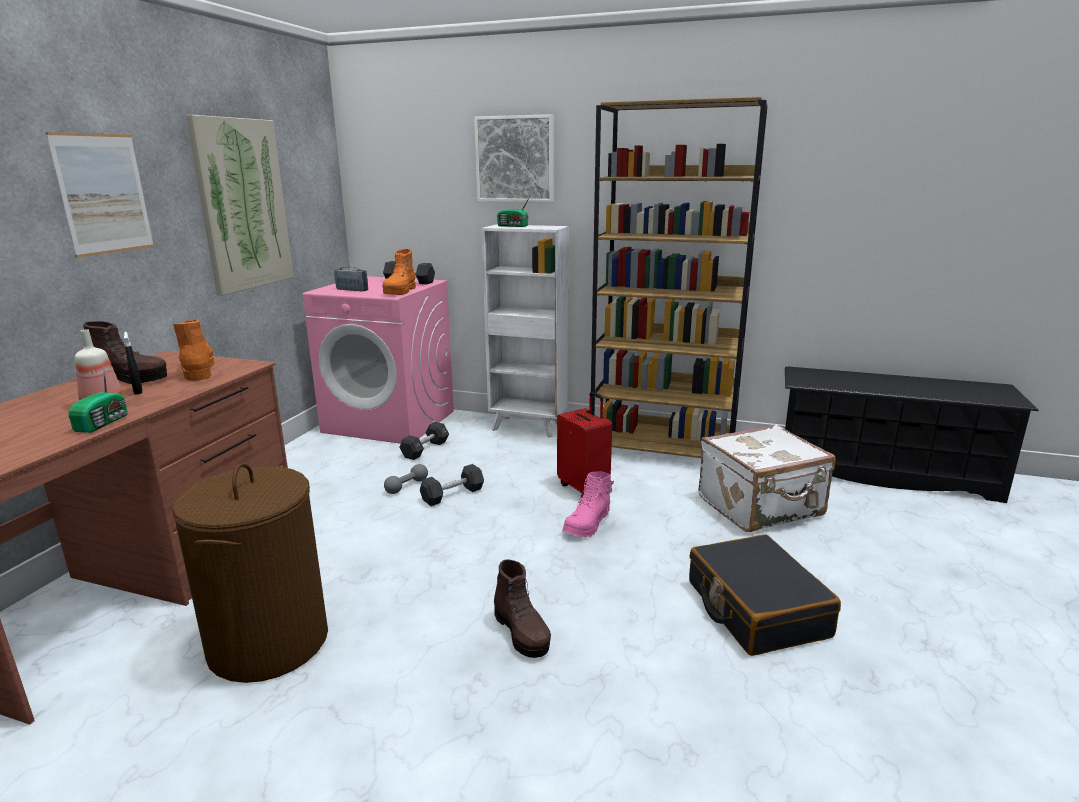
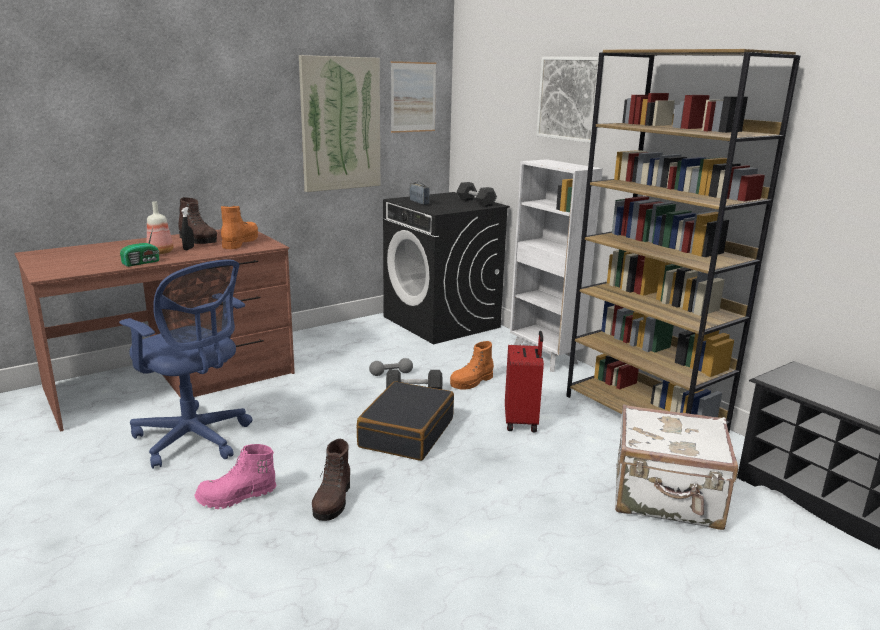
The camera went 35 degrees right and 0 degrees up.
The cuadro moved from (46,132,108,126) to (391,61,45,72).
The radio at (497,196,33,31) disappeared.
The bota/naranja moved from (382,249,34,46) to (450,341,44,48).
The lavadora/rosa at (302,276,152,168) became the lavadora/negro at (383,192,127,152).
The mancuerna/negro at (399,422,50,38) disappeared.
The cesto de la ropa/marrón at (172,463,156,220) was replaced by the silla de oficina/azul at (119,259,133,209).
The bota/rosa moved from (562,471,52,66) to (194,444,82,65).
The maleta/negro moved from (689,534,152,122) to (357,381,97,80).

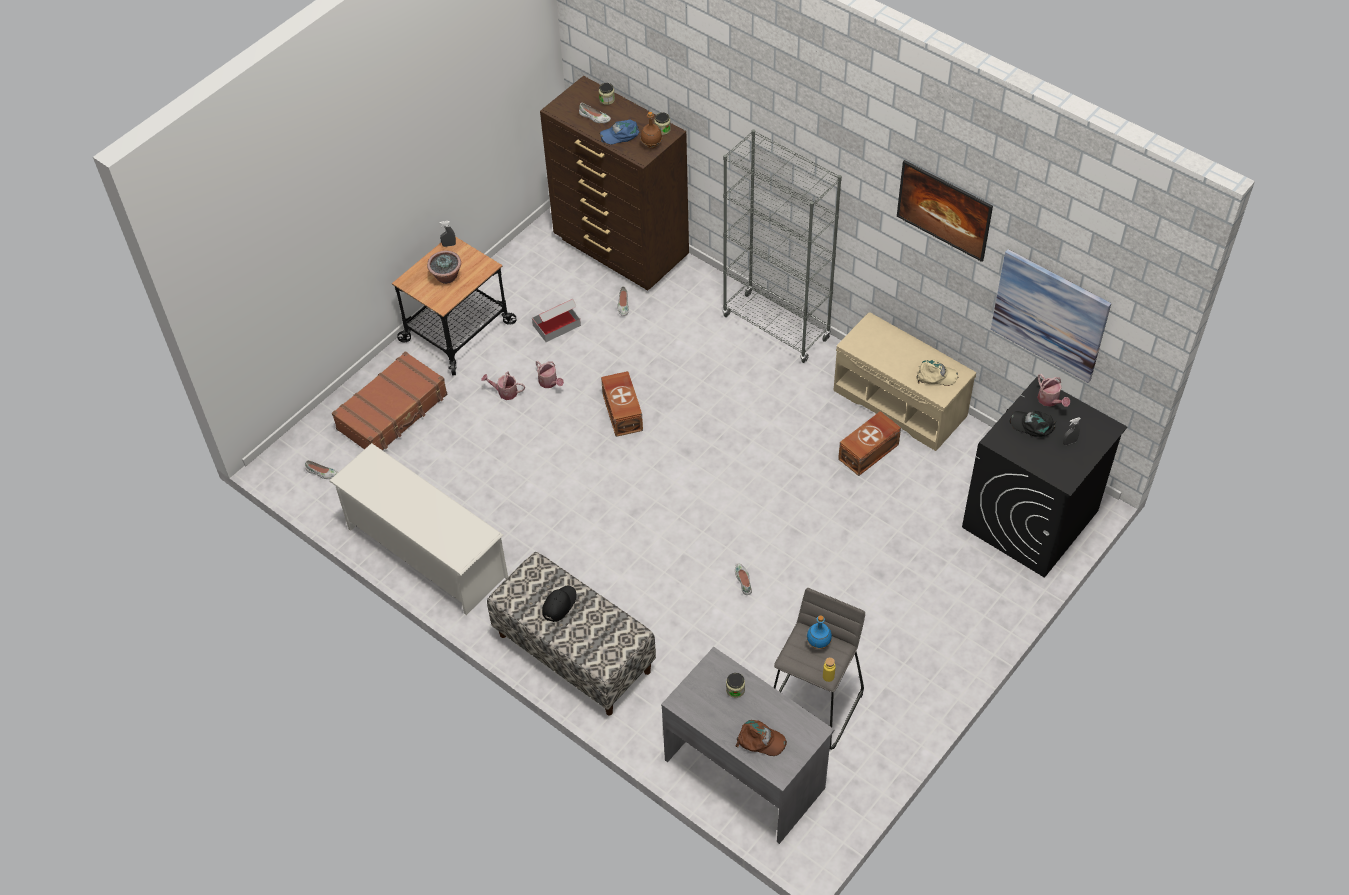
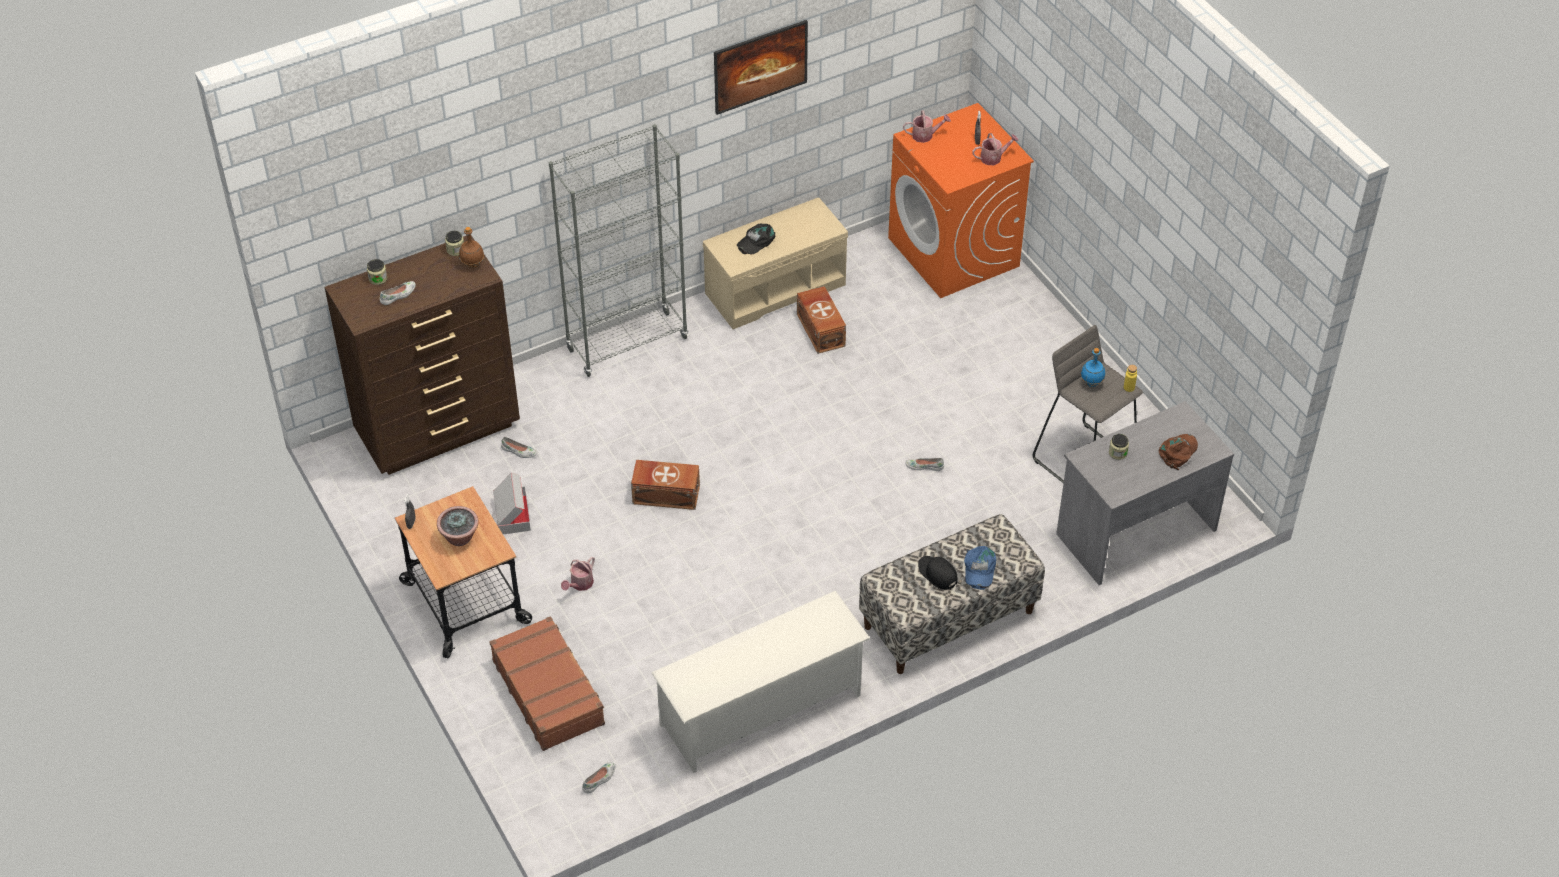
The camera went 70 degrees left and 5 degrees down.
The gorra/azul moved from (600,119,39,26) to (964,546,32,44).
The cuadro at (991,249,120,134) disappeared.
The gorra/beis at (916,360,42,26) disappeared.
The regadera moved from (536,361,28,27) to (972,133,46,32).
The lavadora/negro at (962,377,165,201) became the lavadora/naranja at (888,103,146,195).
The gorra/negro moved from (1009,411,48,26) to (737,224,39,31).

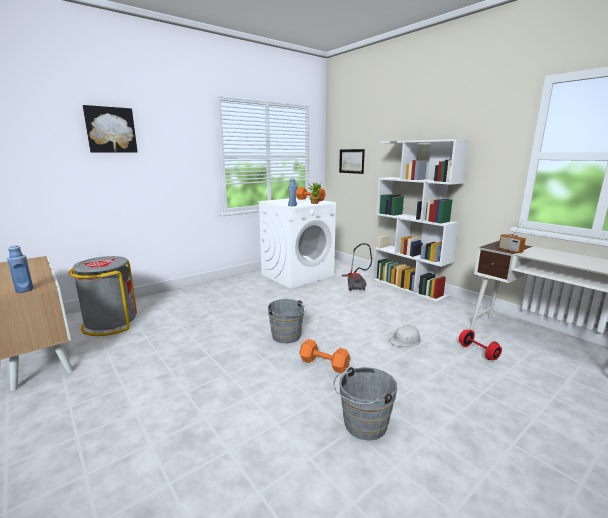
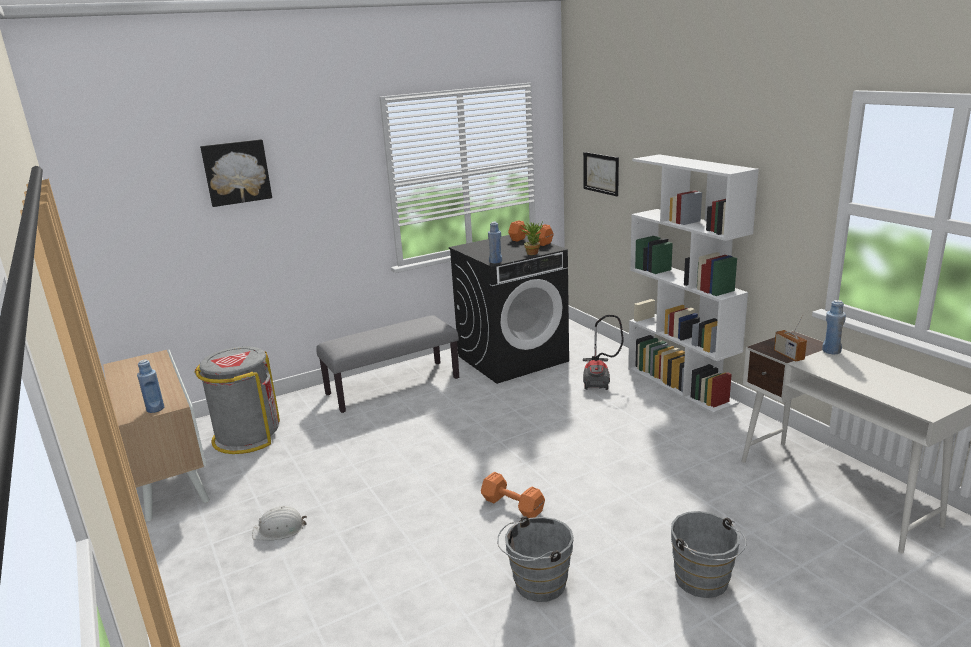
The camera went 10 degrees right and 5 degrees up.
The lavadora/blanco at (258,198,78,91) became the lavadora/negro at (449,235,120,149).
The cubo/gris moved from (268,299,39,45) to (671,511,76,87).
The casco/blanco moved from (388,325,33,22) to (252,506,55,35).
The mancuerna/rojo at (459,330,43,30) disappeared.
The botella/azul at (822,300,24,54) appeared.
The banco/gris at (316,315,143,98) appeared.

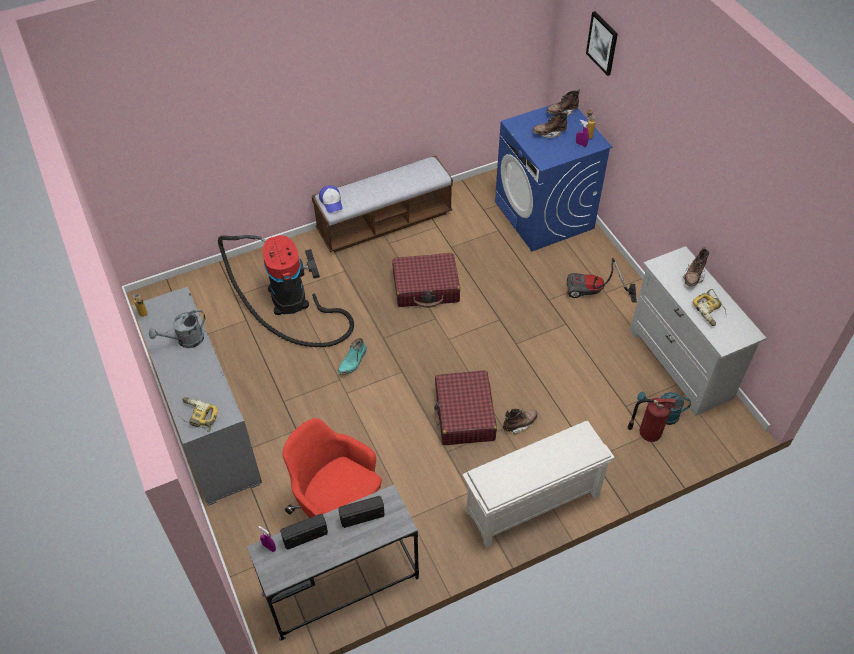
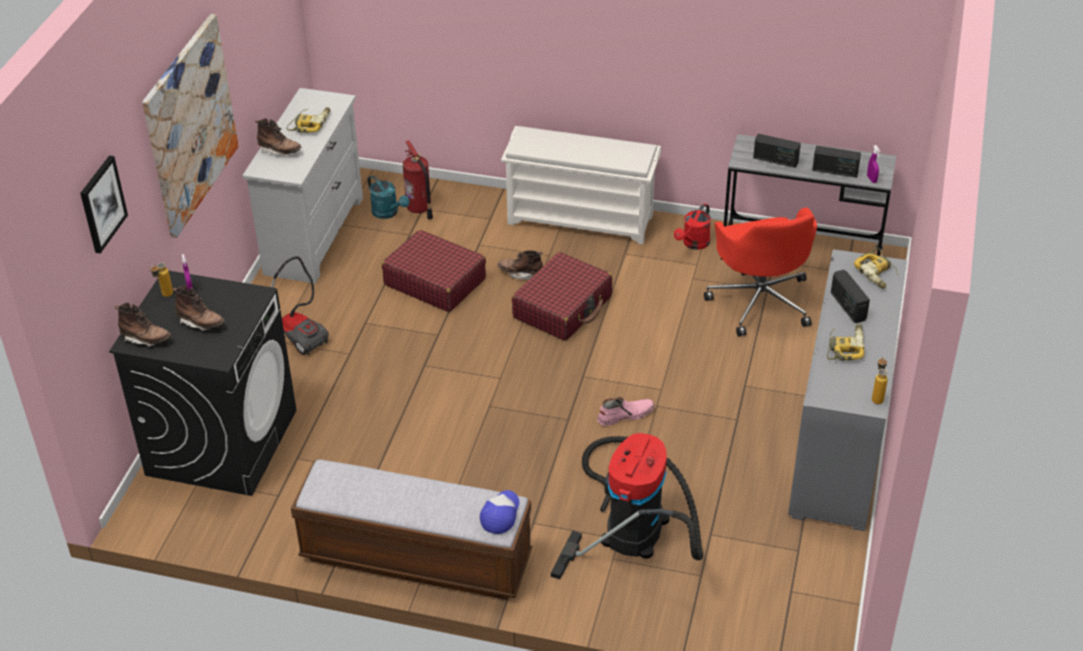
The camera went 140 degrees left and 10 degrees down.
The lavadora/azul at (495,105,117,146) became the lavadora/negro at (109,271,187,225).
The bota/marrón at (683,247,27,40) turned 45 degrees clockwise.
The maleta/rojo moved from (392,253,68,55) to (382,230,104,82).
The regadera/gris at (149,309,56,39) was replaced by the taladro at (827,324,38,36).
The bota/turquesa at (338,338,29,37) became the bota/rosa at (597,396,58,30).
The cuadro at (142,14,96,224) appeared.
The regadera/rojo at (674,204,37,46) appeared.
The radio at (831,270,39,53) appeared.

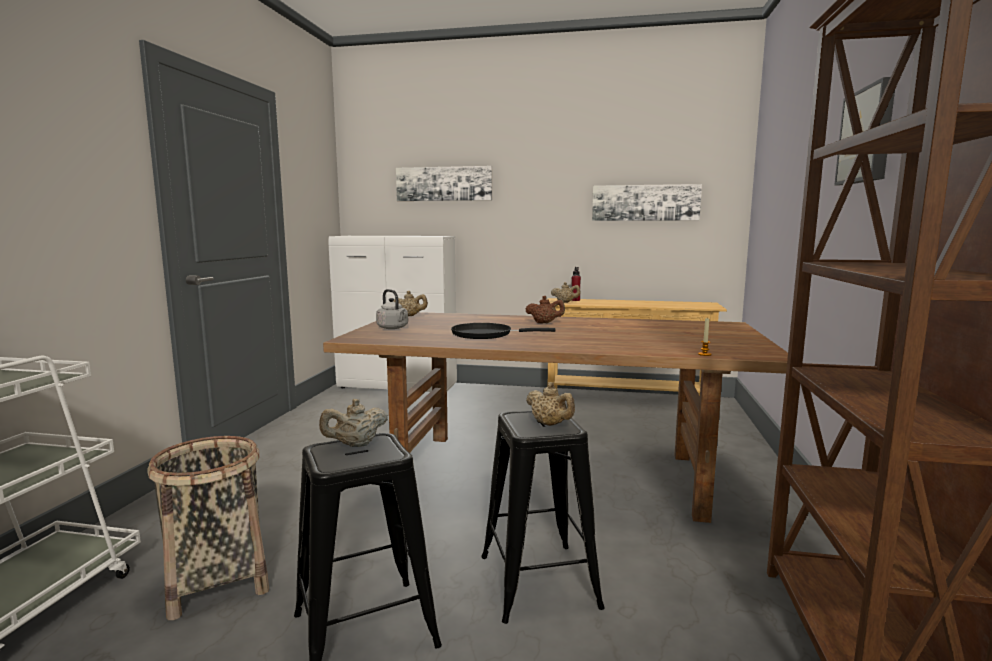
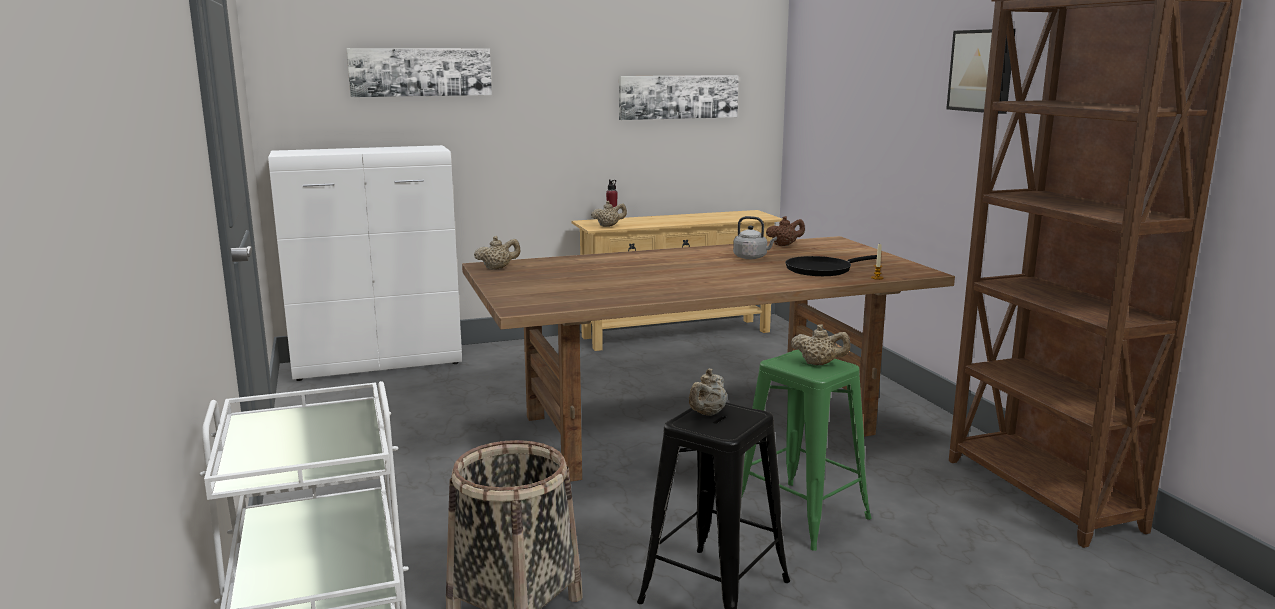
The camera went 30 degrees left and 5 degrees up.
The hervidor/gris moved from (376,289,32,40) to (733,216,44,43).
The tetera/marrón moved from (526,296,39,28) to (766,216,39,30).
The sartén/negro moved from (451,323,105,16) to (785,255,92,21).
The taburete/negro at (481,411,124,213) became the taburete/verde at (742,350,130,201).

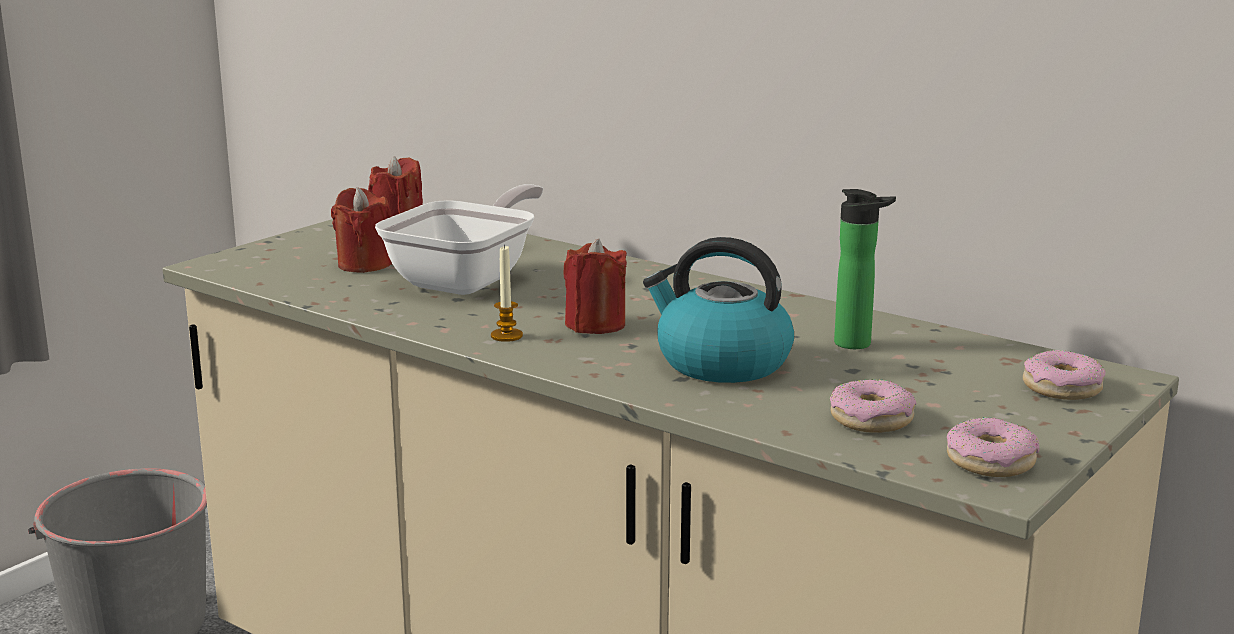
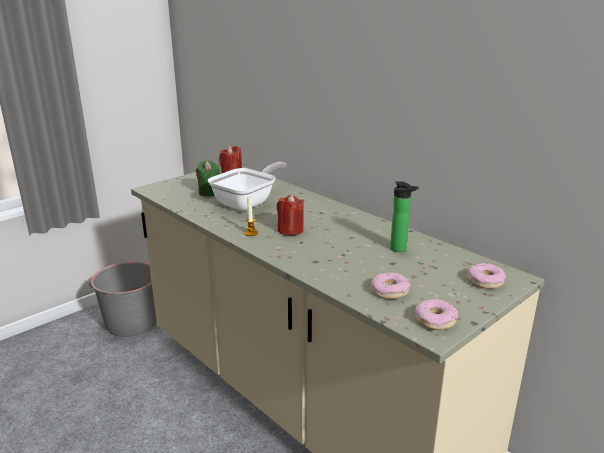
The camera went 10 degrees right and 5 degrees up.
The vela/rojo at (331,187,61,86) became the vela/verde at (196,161,24,36).
The hervidor at (643,237,151,146) disappeared.

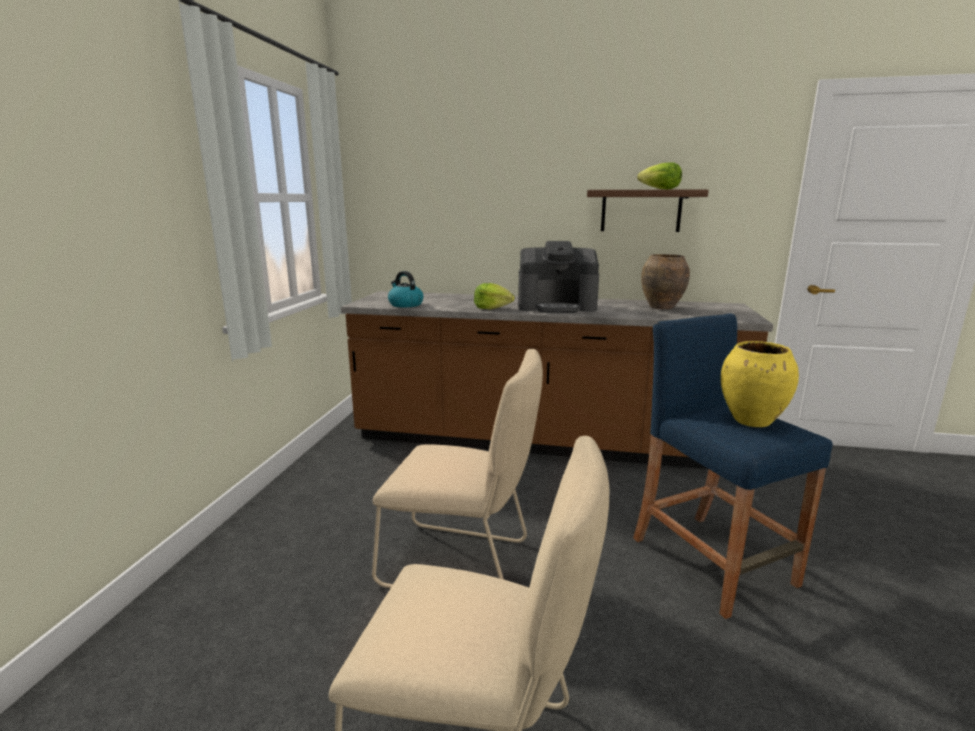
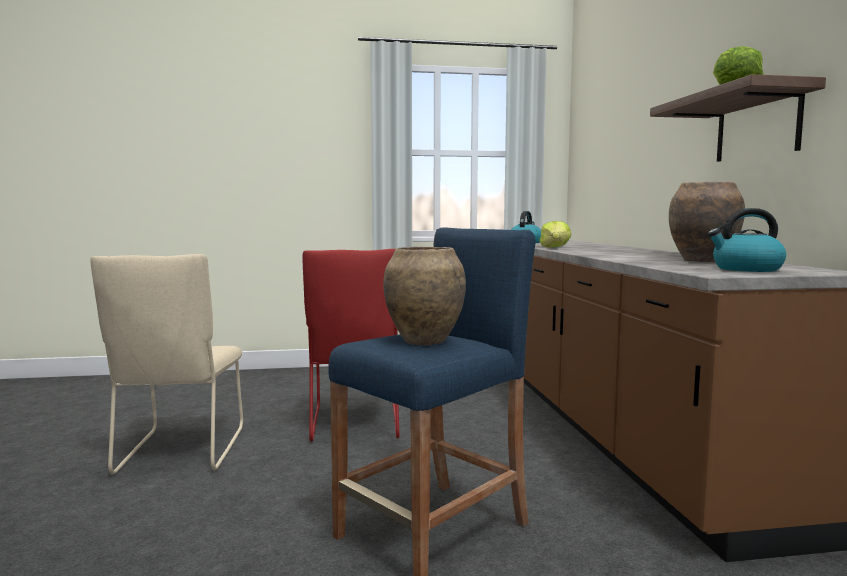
The camera went 70 degrees right and 10 degrees down.
The cafetera at (518,241,81,72) disappeared.
The florero/amarillo at (721,341,78,86) became the florero/marrón at (383,247,83,98).
The silla/beis at (372,349,171,239) became the silla/rojo at (302,249,97,193).
The hervidor at (708,208,78,64) appeared.

